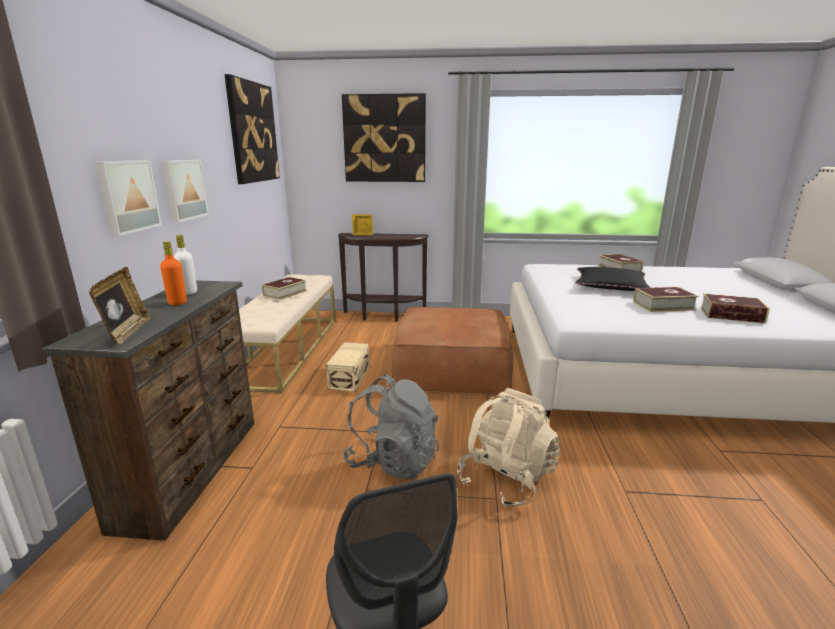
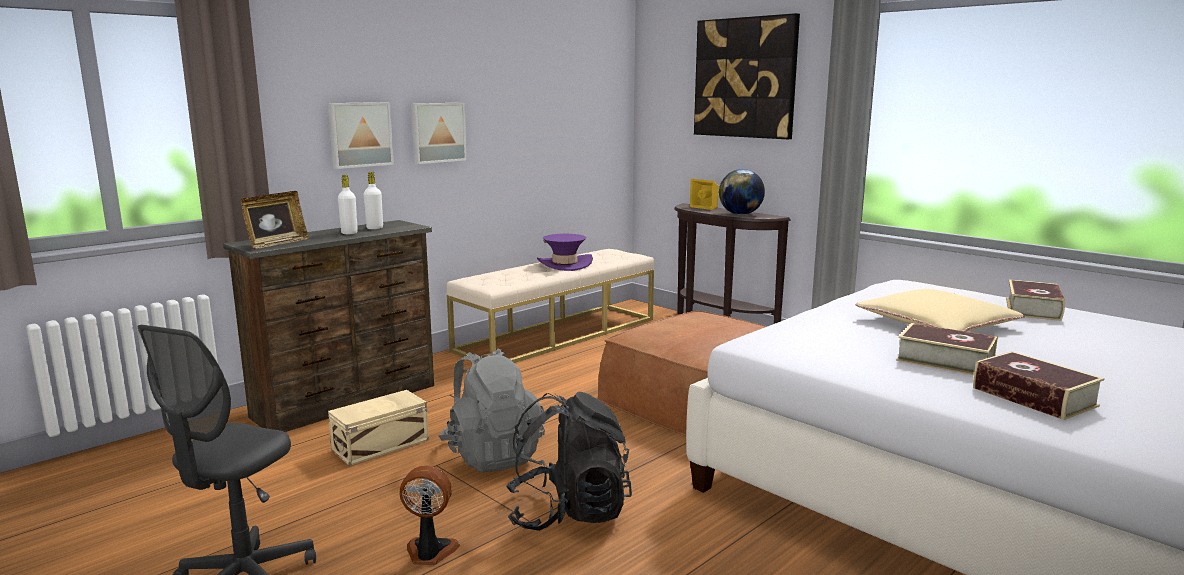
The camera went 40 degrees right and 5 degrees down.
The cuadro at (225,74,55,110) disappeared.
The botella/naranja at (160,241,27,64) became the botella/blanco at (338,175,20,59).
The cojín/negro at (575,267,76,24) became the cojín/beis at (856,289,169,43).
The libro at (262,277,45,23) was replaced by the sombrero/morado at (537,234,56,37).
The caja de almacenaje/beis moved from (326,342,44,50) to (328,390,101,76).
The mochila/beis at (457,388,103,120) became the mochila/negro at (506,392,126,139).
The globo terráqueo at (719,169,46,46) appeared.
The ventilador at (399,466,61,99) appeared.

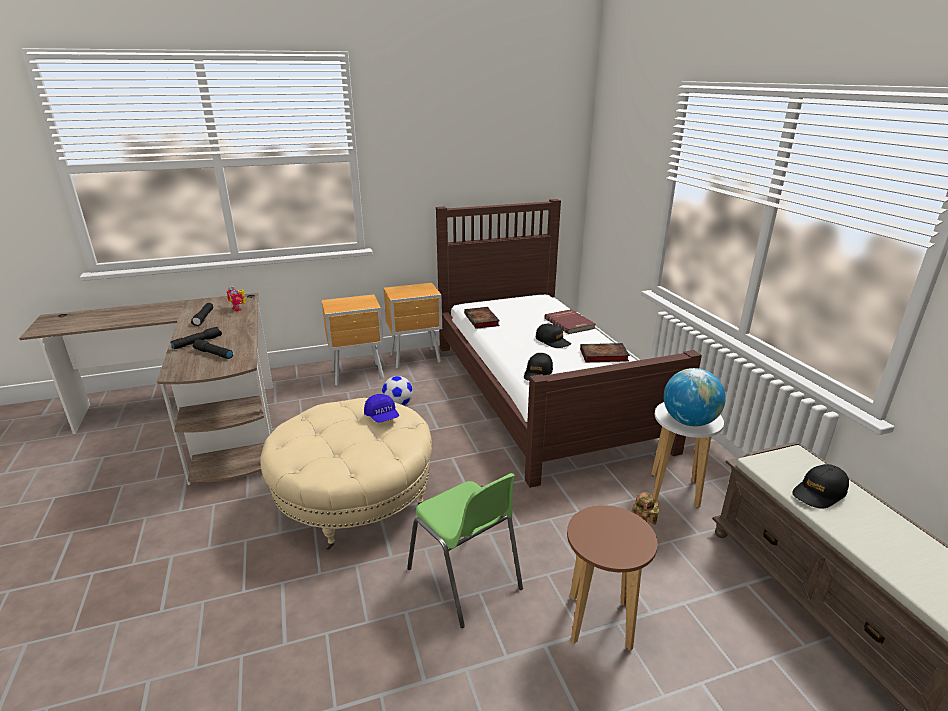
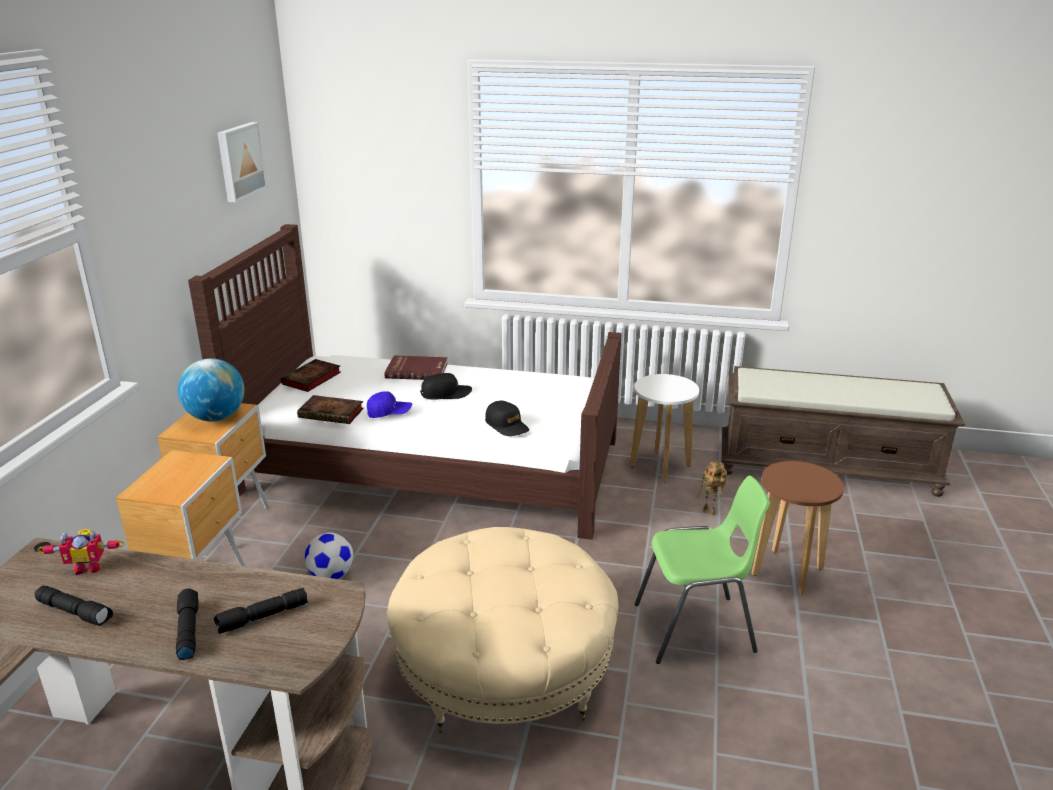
The camera went 60 degrees left and 0 degrees up.
The libro moved from (580,343,50,19) to (281,359,60,33).
The globo terráqueo moved from (664,368,62,58) to (178,358,67,63).
The gorra/azul moved from (364,394,35,29) to (367,392,45,26).
The gorra/negro at (792,464,57,45) disappeared.
The cuadro at (217,122,50,80) appeared.

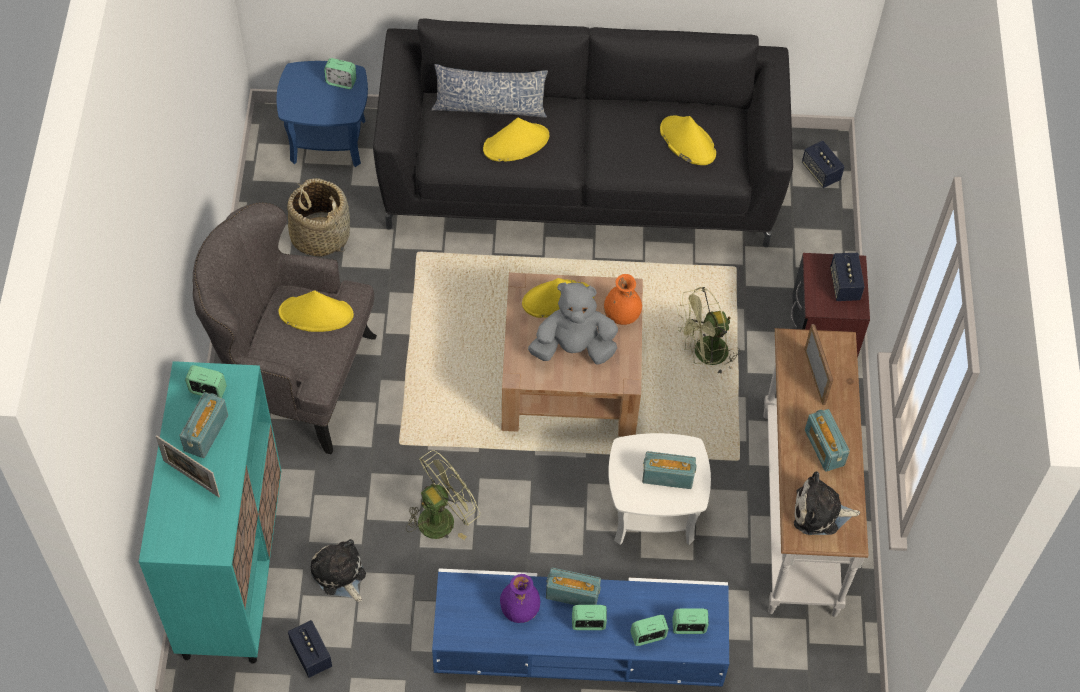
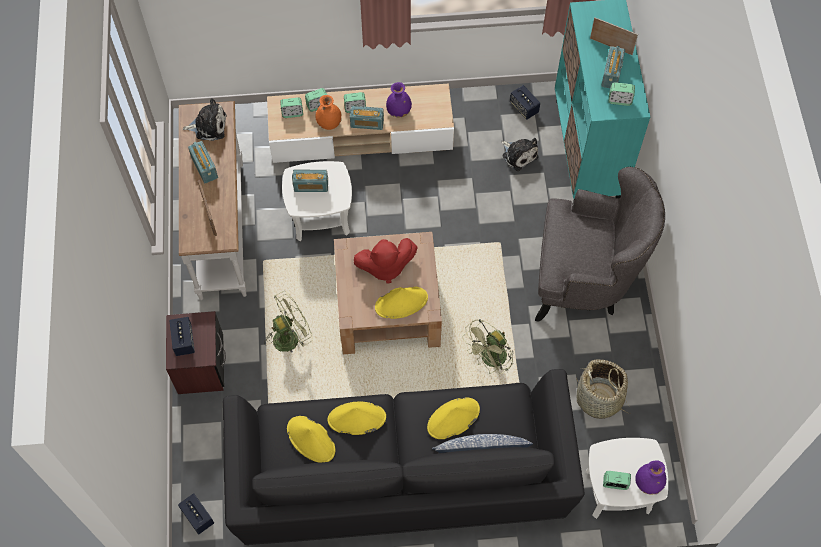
The camera went 175 degrees right and 5 degrees up.
The mesa auxiliar/azul at (277,61,91,106) became the mesa auxiliar/blanco at (585,438,83,81).
The florero/naranja moved from (604,274,38,51) to (315,95,27,35).
The peluche/gris at (528,282,90,83) became the peluche/rojo at (354,238,63,46).
The sombrero/amarillo moved from (279,290,75,42) to (328,401,58,34).
The ventilador/verde moved from (406,450,74,90) to (462,319,51,55).
The mueble de televisión/azul at (432,568,297,119) became the mueble de televisión/beis at (267,83,187,80).
The florero/morado at (635,461,31,33) appeared.

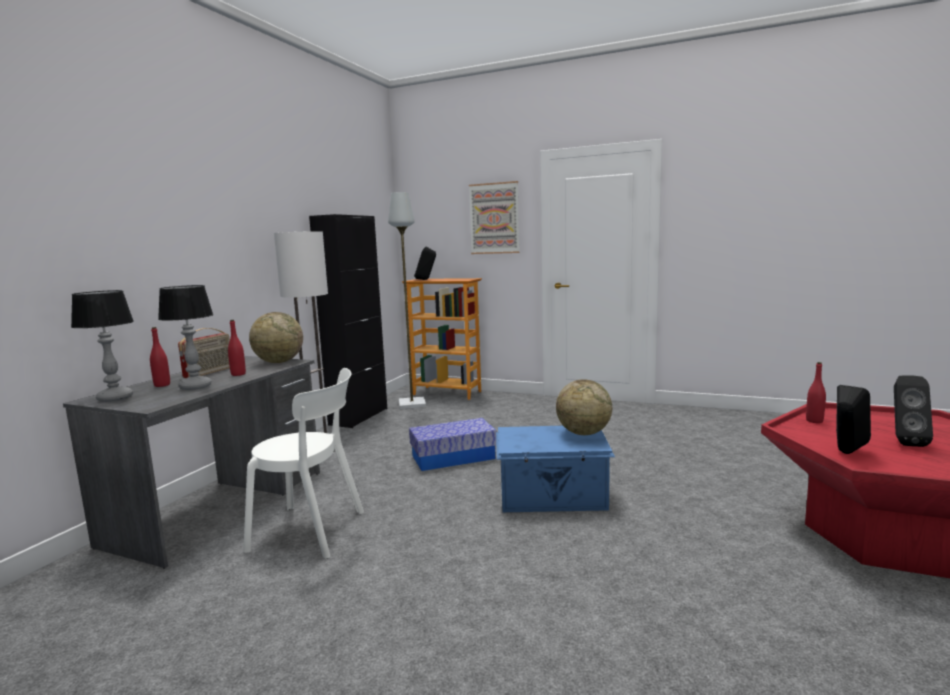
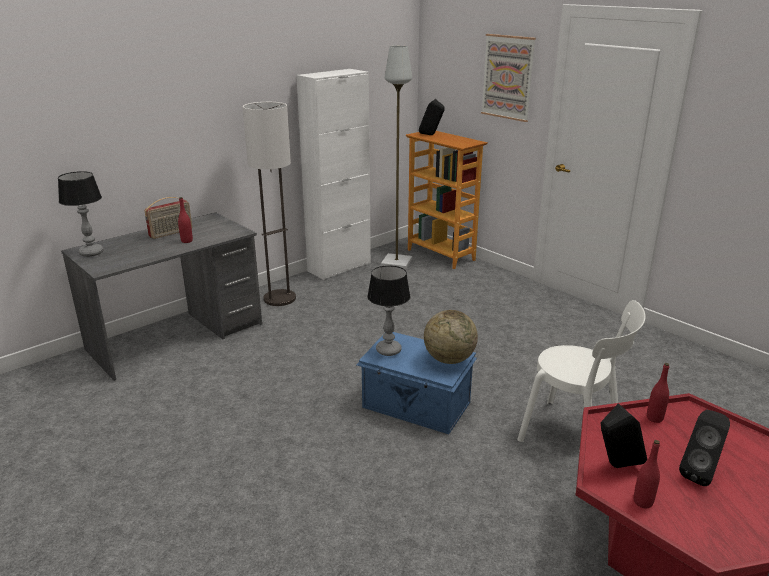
The camera went 25 degrees right and 15 degrees up.
The armario/negro at (309,214,78,214) became the armario/blanco at (296,69,75,211).
The lámpara de mesa moved from (158,285,55,105) to (367,265,44,91).
The globo terráqueo at (249,312,54,51) disappeared.
The botella/rojo moved from (150,327,20,60) to (634,440,26,68).
The silla/blanco moved from (243,368,121,191) to (517,300,128,142).
The caja de almacenaje at (409,418,88,53) disappeared.

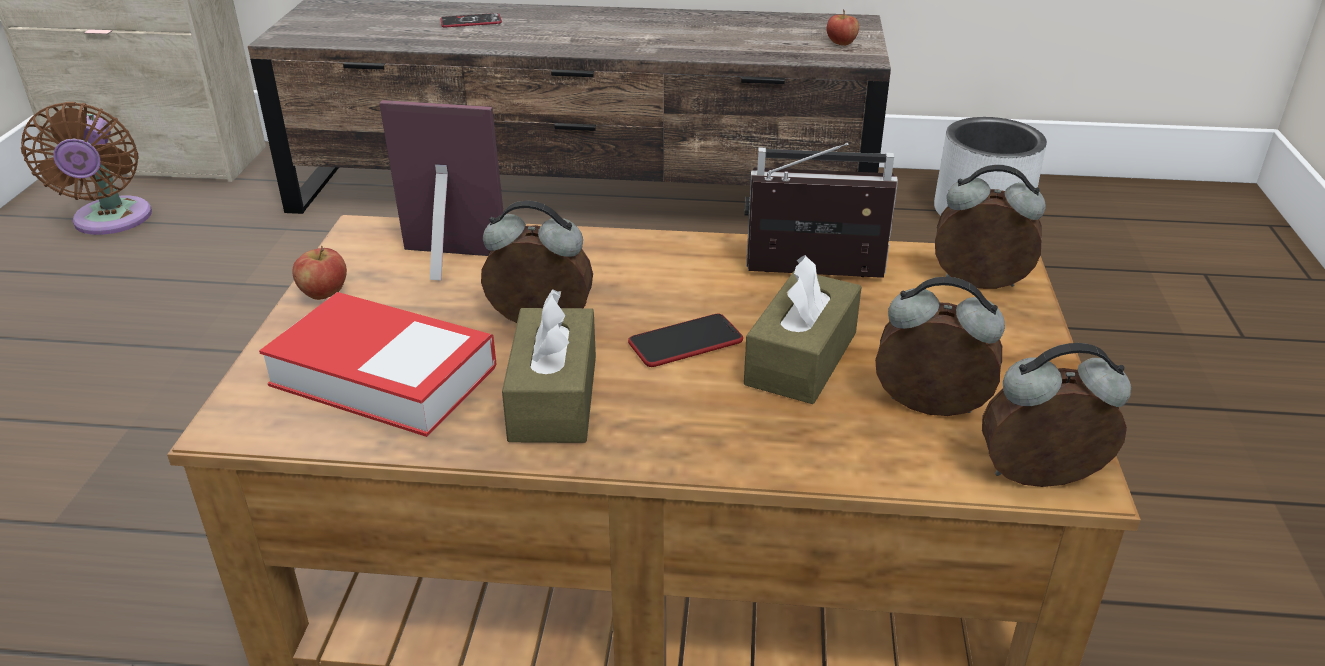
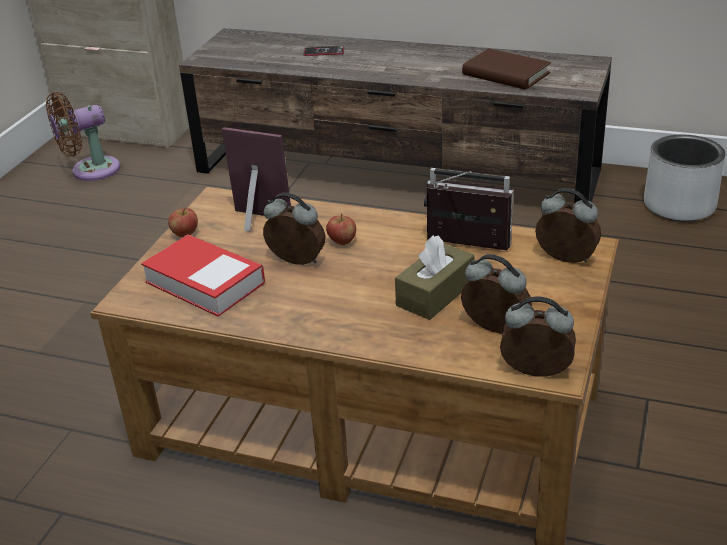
The camera went 15 degrees right and 0 degrees up.
The manzana moved from (827,10,32,36) to (326,213,30,32).
The ventilador/marrón at (21,102,131,133) turned 60 degrees clockwise.
The caja de pañuelos/marrón at (502,289,94,154) disappeared.
The móvil at (628,314,115,53) disappeared.
The libro/marrón at (462,48,89,42) appeared.

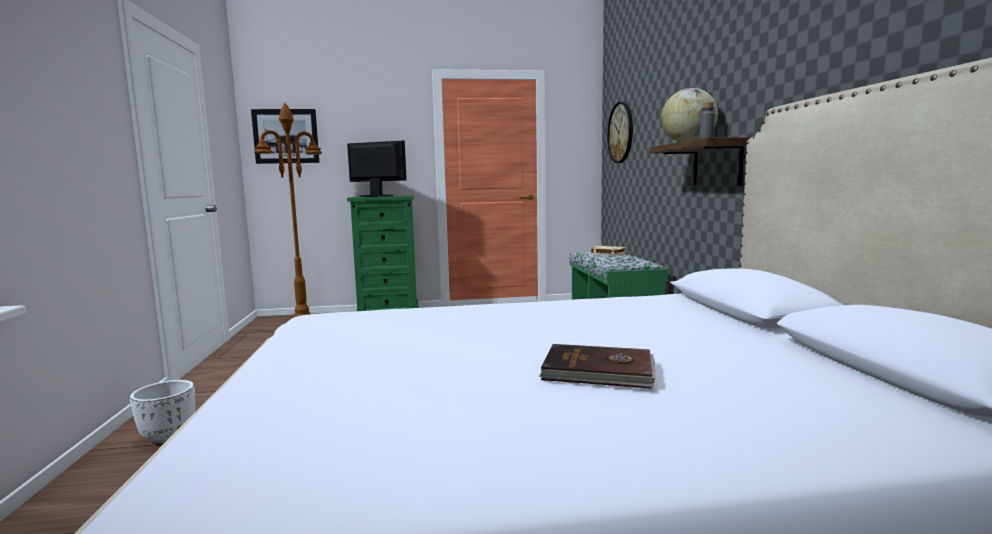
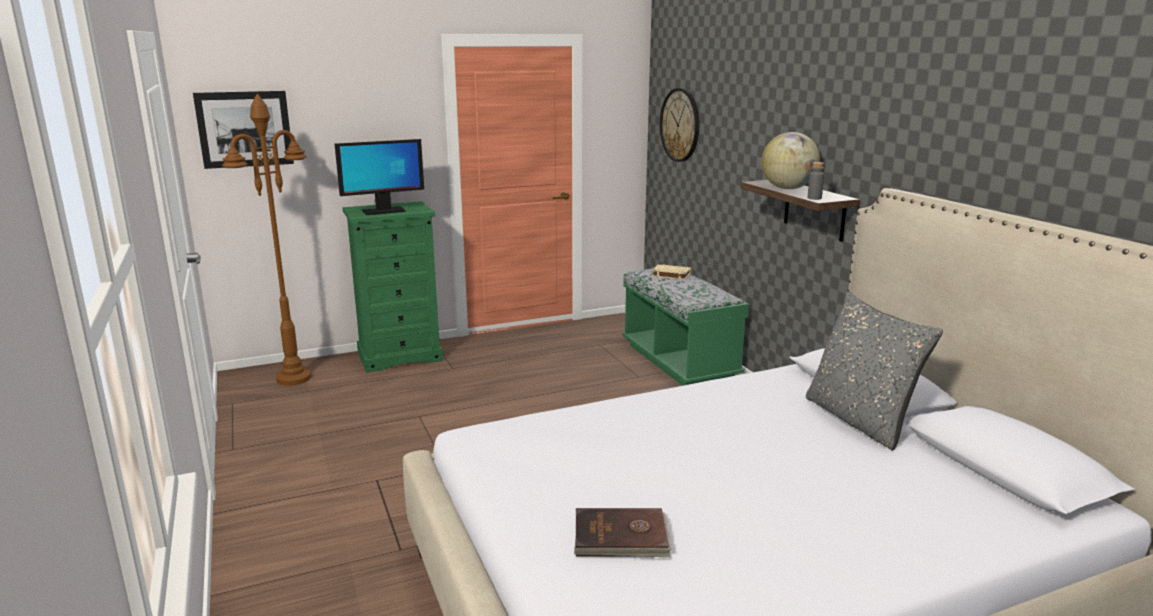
The camera went 15 degrees left and 10 degrees up.
The monitor at (347,140,60,57) turned 150 degrees clockwise.
The libro/marrón moved from (539,344,117,45) to (574,508,98,49).
The maceta/blanco at (130,380,65,63) disappeared.
The cojín/gris at (806,292,137,159) appeared.

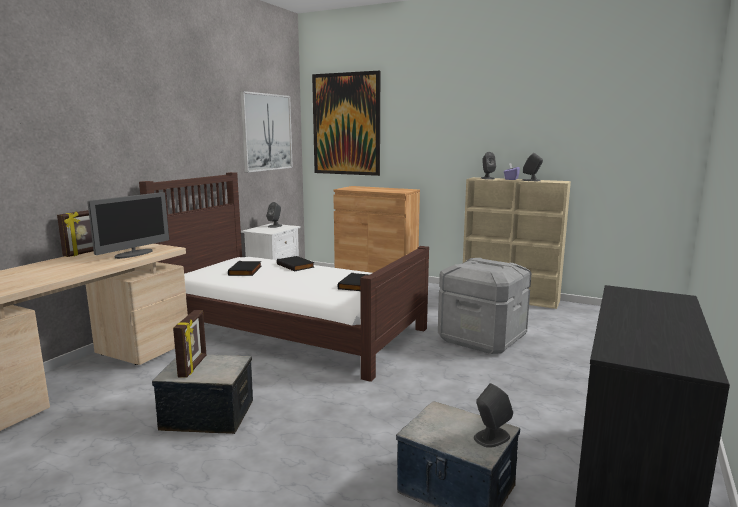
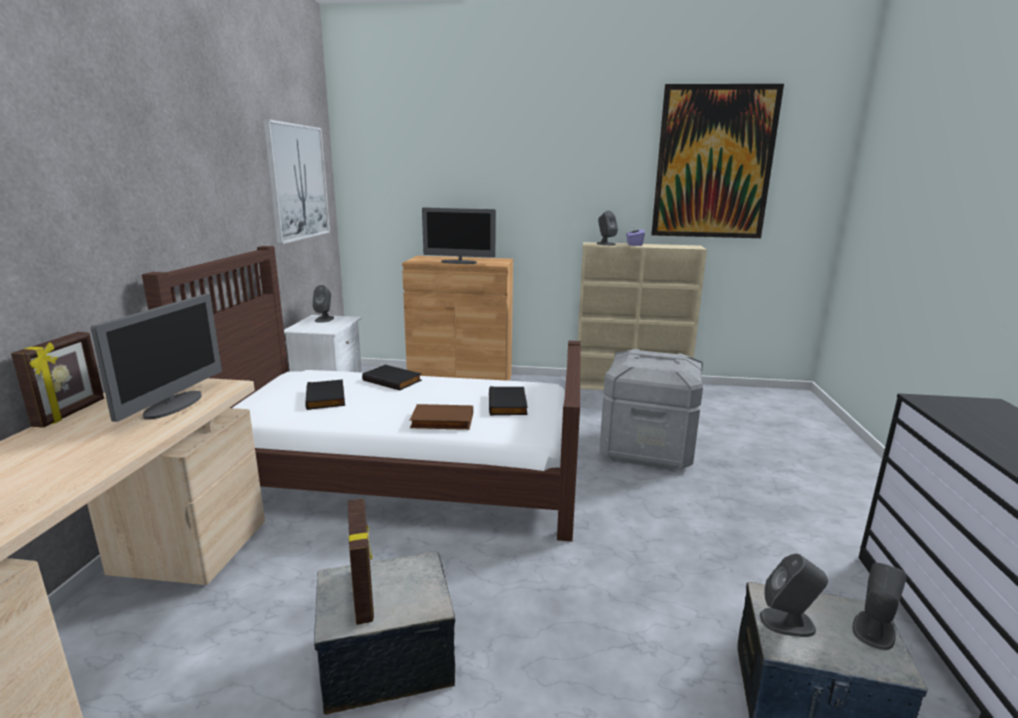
The camera went 20 degrees left and 5 degrees up.
The cuadro moved from (312,71,68,105) to (651,84,133,154).
The altavoz/gris moved from (522,153,21,28) to (760,554,68,83).
The monitor at (422,207,74,57) appeared.
The libro/marrón at (410,404,63,26) appeared.

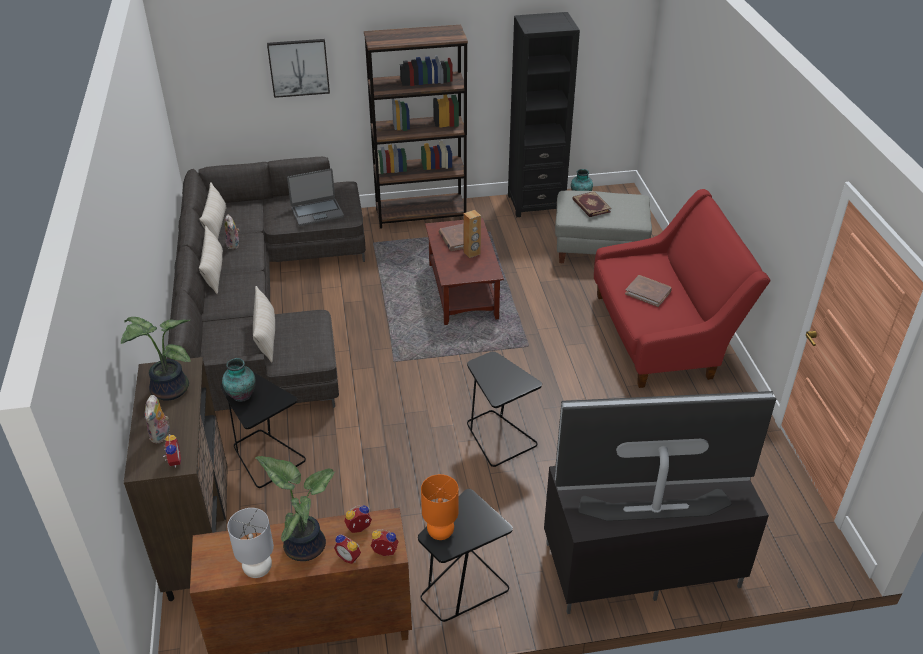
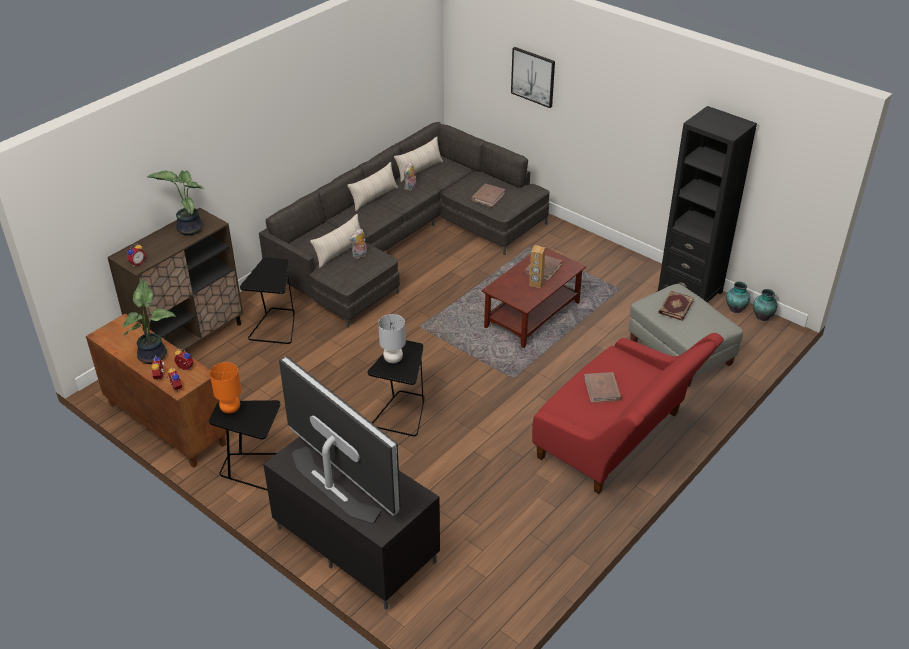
The camera went 50 degrees right and 0 degrees up.
The estantería/marrón at (364,25,104,204) disappeared.
The portátil at (287,168,57,58) was replaced by the libro/marrón at (471,184,35,23).
The florero moved from (222,358,34,44) to (753,289,24,32).
The peluche moved from (144,395,26,48) to (349,229,18,29).
The lámpara de mesa/gris moved from (227,508,47,70) to (378,314,28,49).

